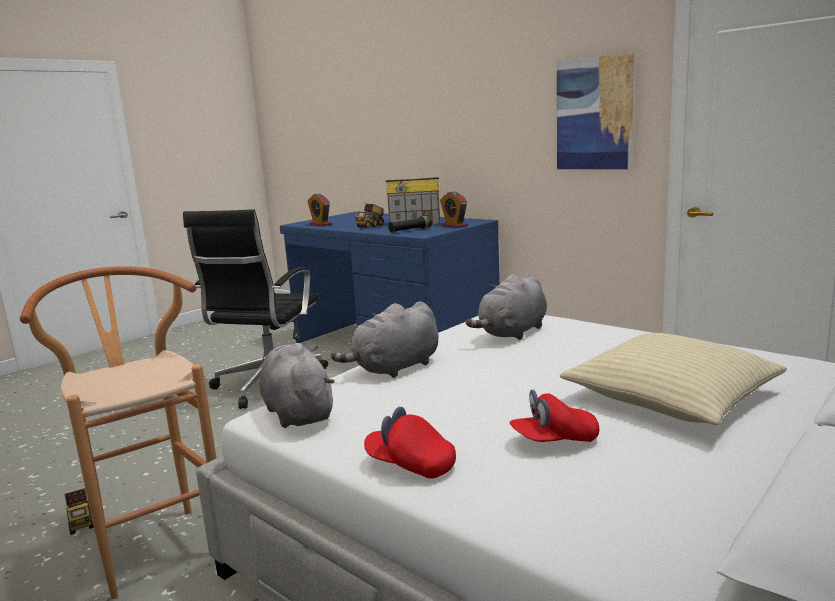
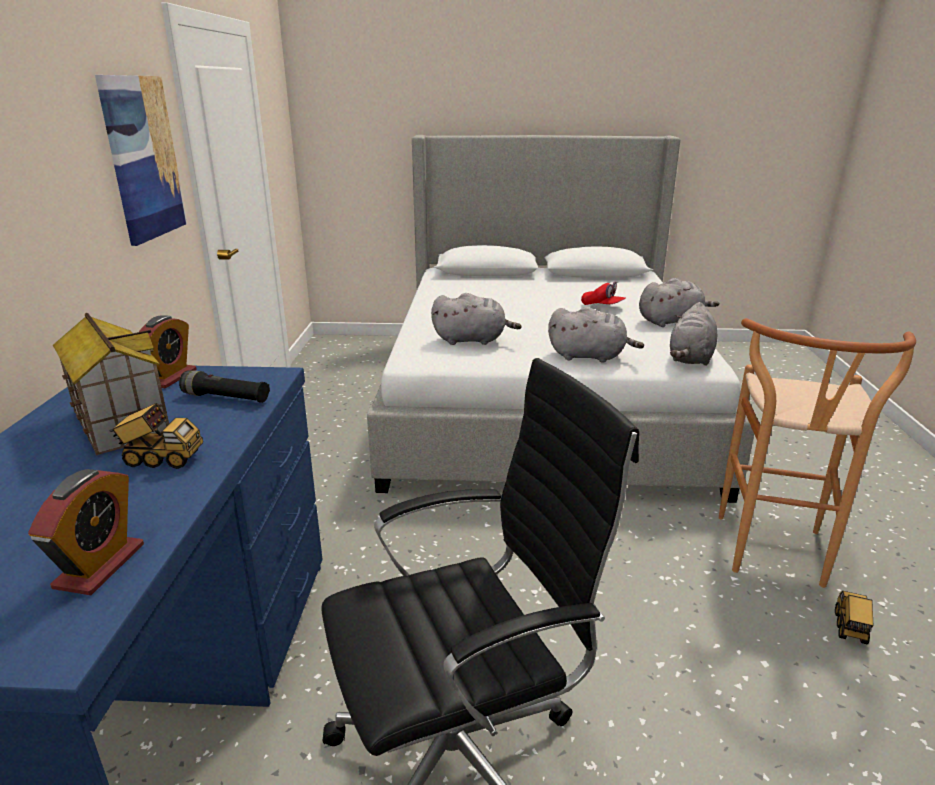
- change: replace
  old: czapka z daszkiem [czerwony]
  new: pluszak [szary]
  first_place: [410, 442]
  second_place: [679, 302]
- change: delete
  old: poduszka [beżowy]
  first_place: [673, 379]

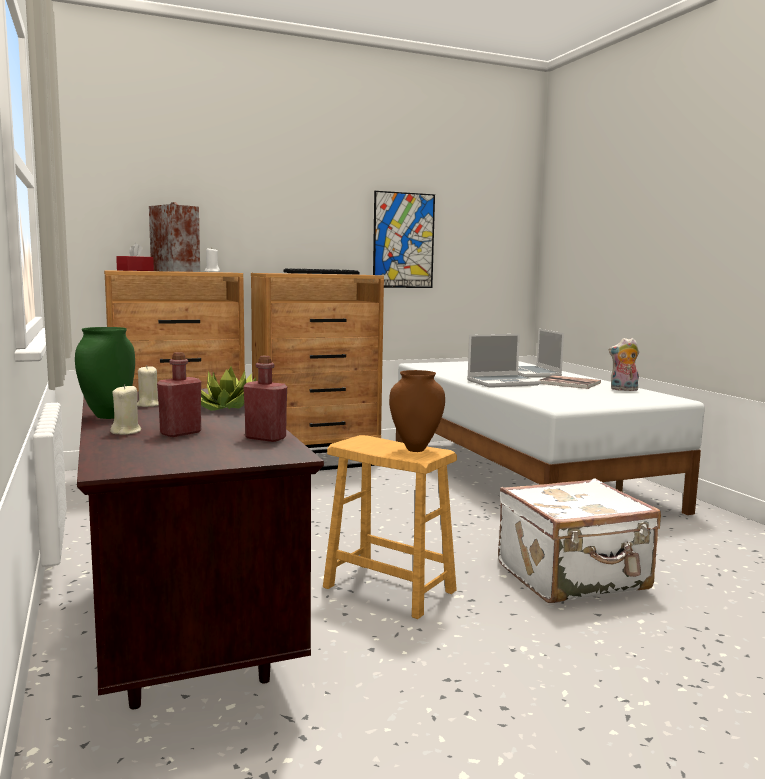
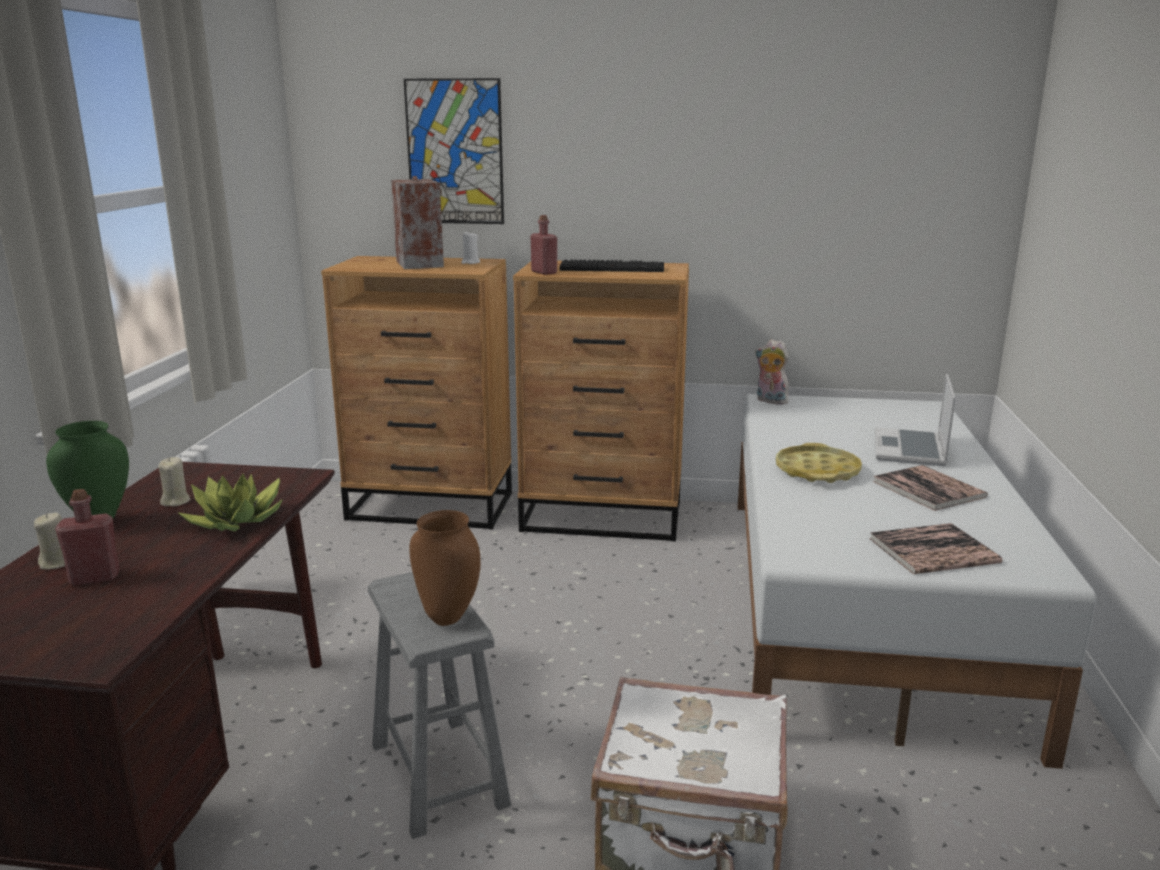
- change: recolor
  old: stołek [brązowy]
  new: stołek [szary]
  first_place: [390, 527]
  second_place: [439, 705]
- change: move
  old: obraz
  first_place: [404, 239]
  second_place: [454, 151]
- change: move
  old: butelka [czerwony]
  first_place: [265, 399]
  second_place: [544, 245]
- change: move
  old: pluszak
  first_place: [624, 364]
  second_place: [772, 372]
- change: replace
  old: laptop
  new: taca [żółty]
  first_place: [504, 361]
  second_place: [819, 463]
- change: insert
  new: książka
  second_place: [935, 548]
- change: delete
  old: pudełko chusteczek [czerwony]
  first_place: [135, 257]

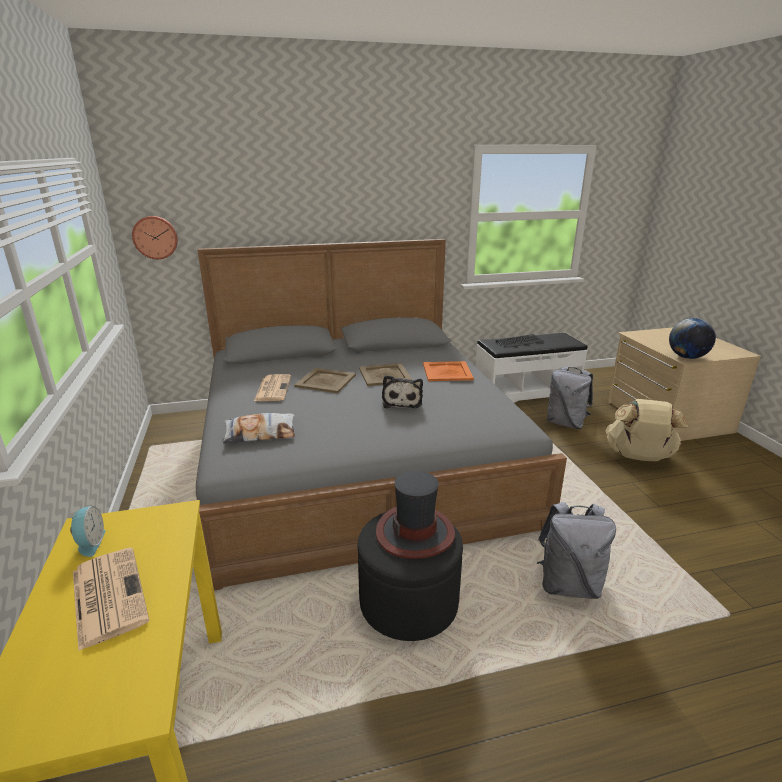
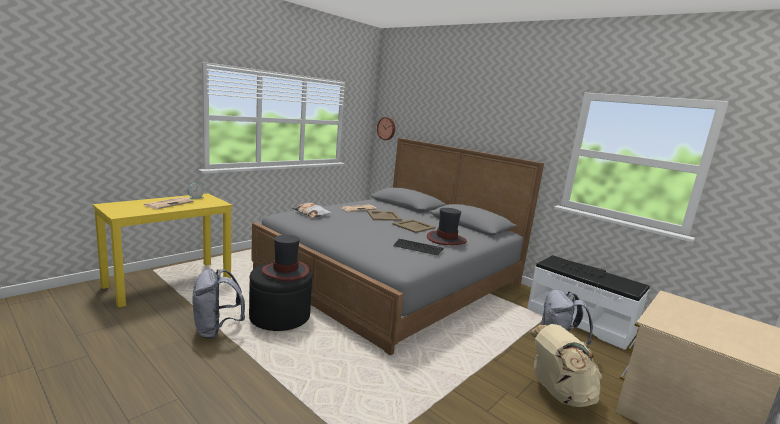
- change: move
  old: plecak [szary]
  first_place: [576, 550]
  second_place: [219, 304]
- change: insert
  new: klawiatura
  second_place: [418, 247]
- change: replace
  old: taca [pomarańczowy]
  new: kapelusz
  first_place: [448, 371]
  second_place: [447, 226]
- change: delete
  old: pluszak
  first_place: [402, 391]
- change: delete
  old: globus
  first_place: [692, 338]

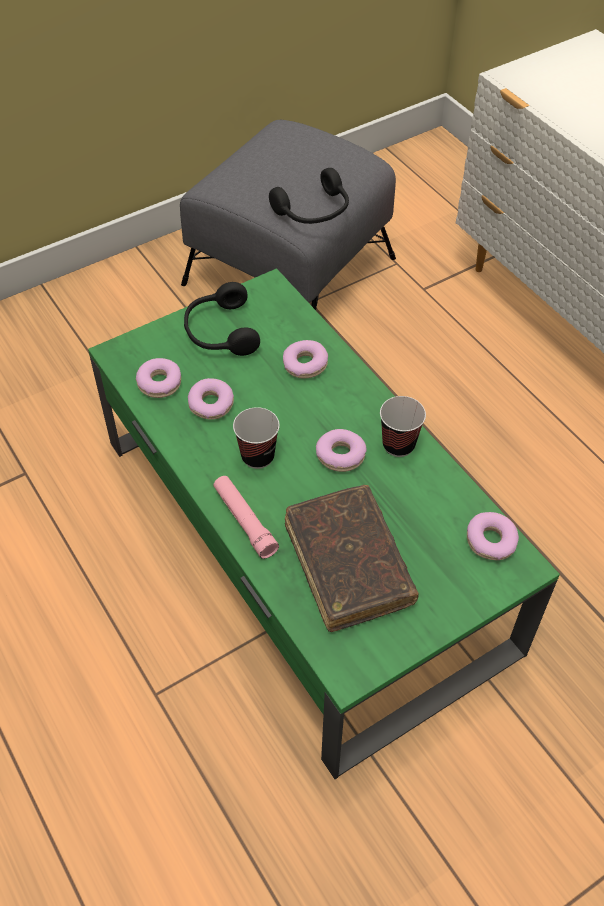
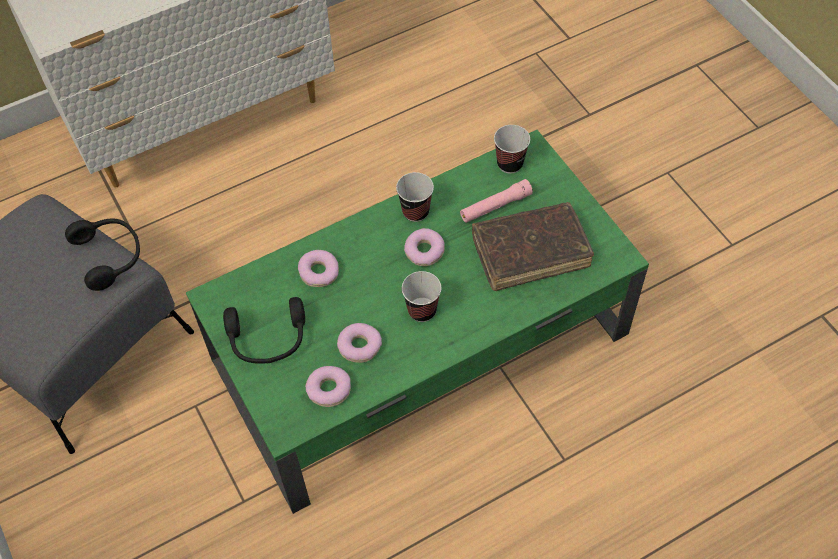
- change: move
  old: latarka [różowy]
  first_place: [246, 517]
  second_place: [496, 201]
- change: replace
  old: donut
  new: filiżanka
  first_place: [493, 536]
  second_place: [512, 149]

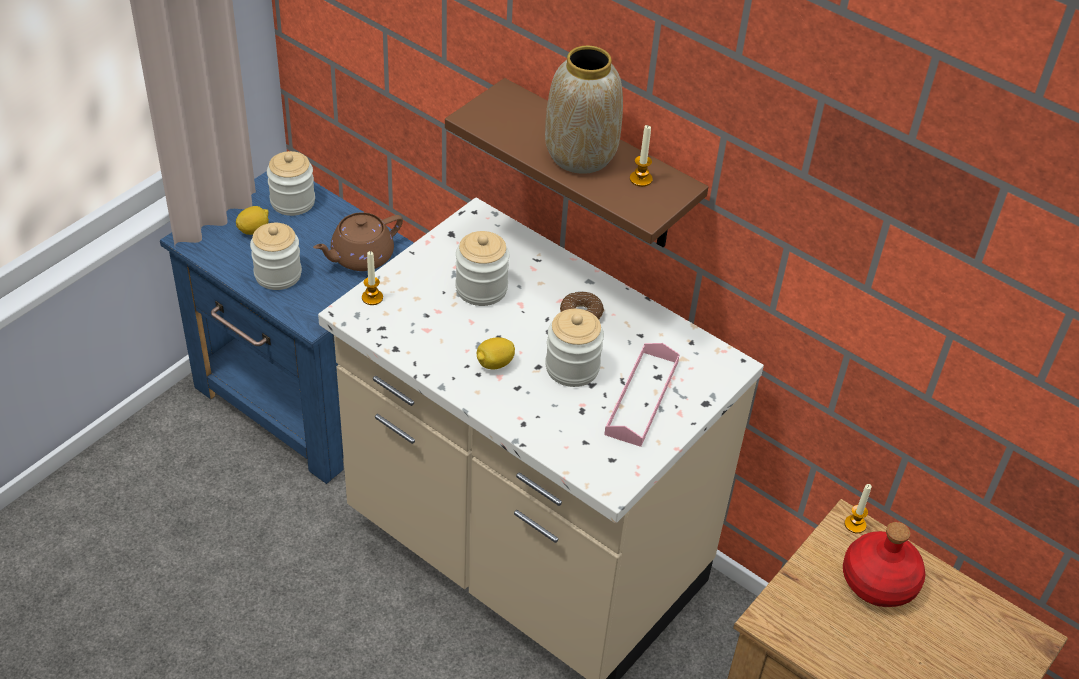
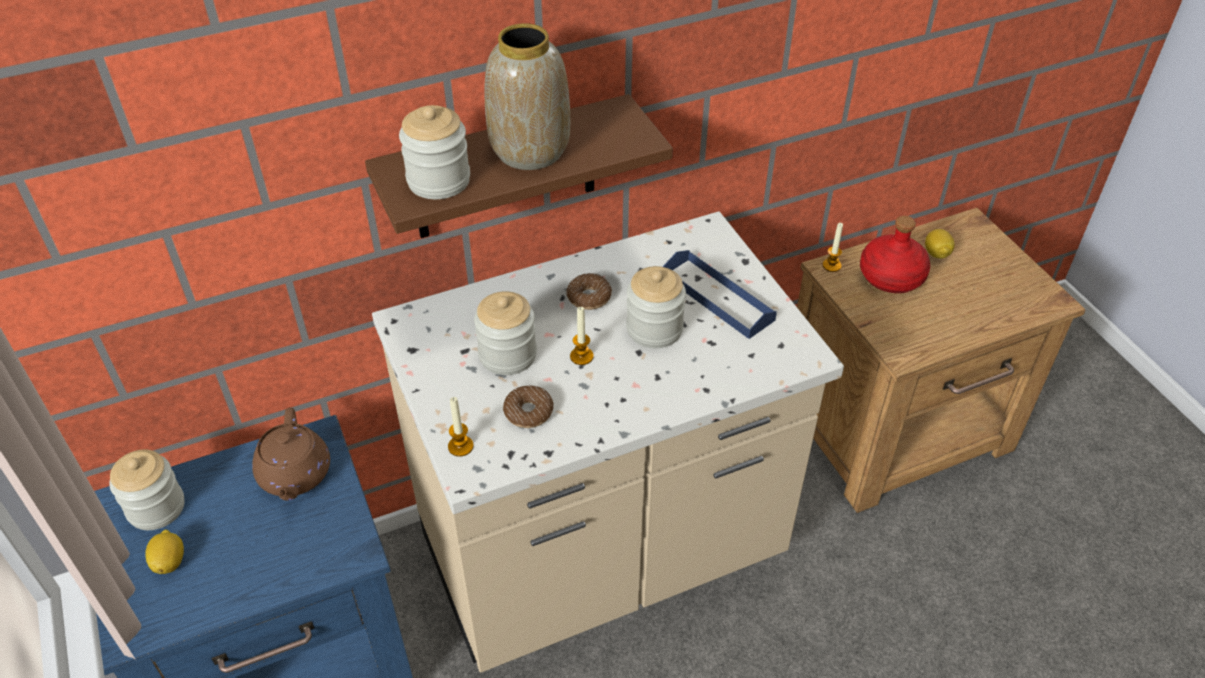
- change: move
  old: słoik
  first_place: [276, 256]
  second_place: [434, 152]
- change: insert
  new: donut
  second_place: [528, 407]
- change: move
  old: świeca
  first_place: [641, 156]
  second_place: [582, 336]
- change: recolor
  old: taca [różowy]
  new: taca [niebieski]
  first_place: [642, 395]
  second_place: [720, 294]
- change: move
  old: cytryna
  first_place: [496, 353]
  second_place: [940, 244]

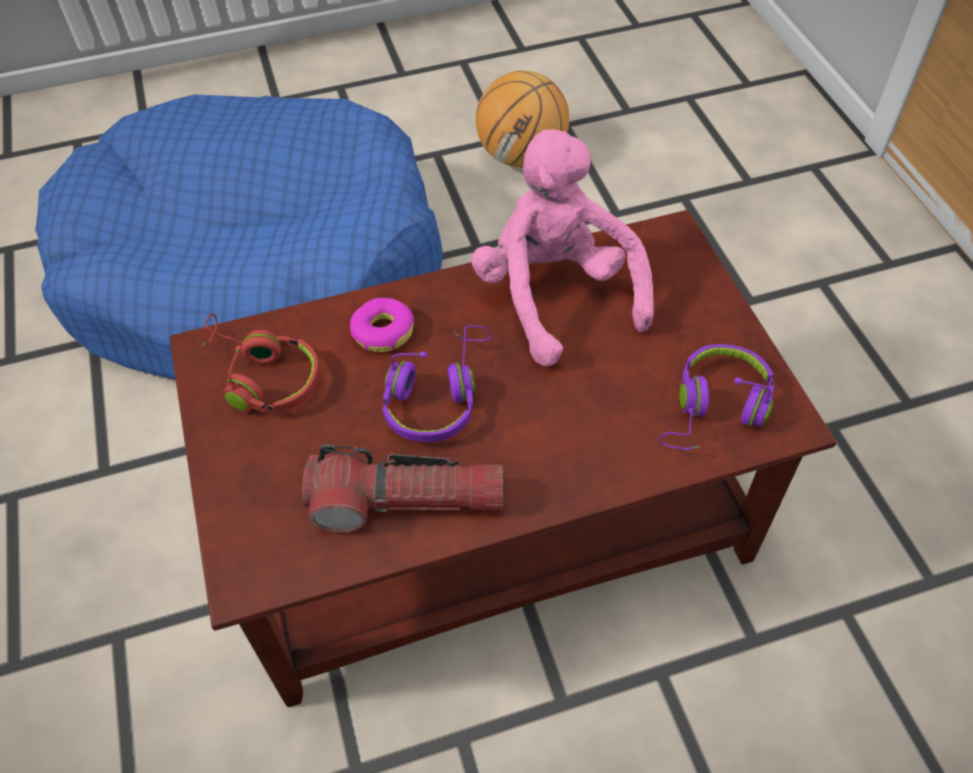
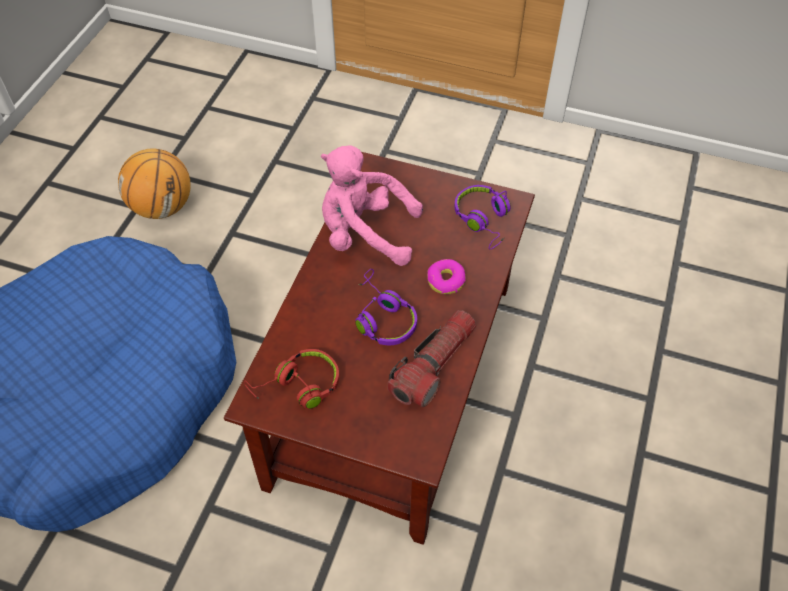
- change: move
  old: donut
  first_place: [382, 325]
  second_place: [446, 276]

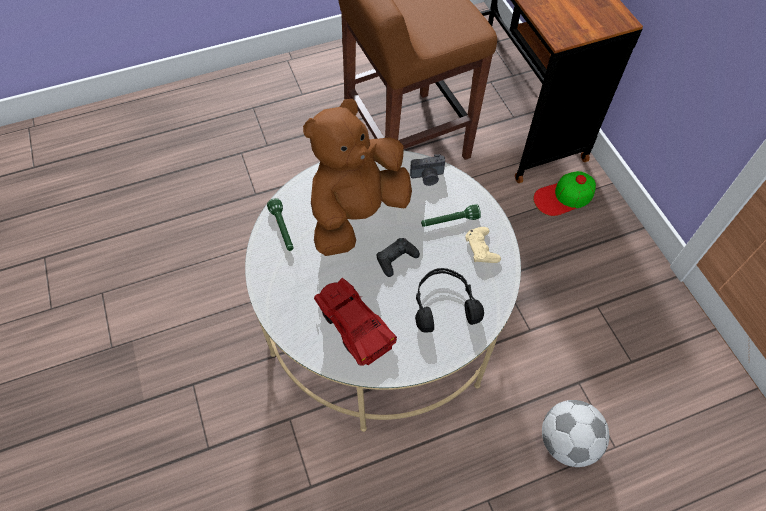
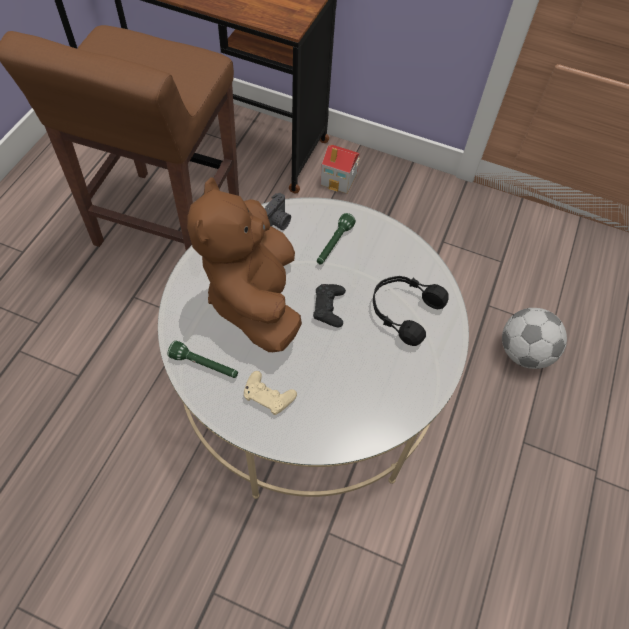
- change: move
  old: pad do gier [beżowy]
  first_place: [483, 245]
  second_place: [270, 393]
- change: replace
  old: czapka z daszkiem
  new: domek
  first_place: [564, 193]
  second_place: [340, 169]
- change: delete
  old: samochodzik [czerwony]
  first_place: [355, 322]

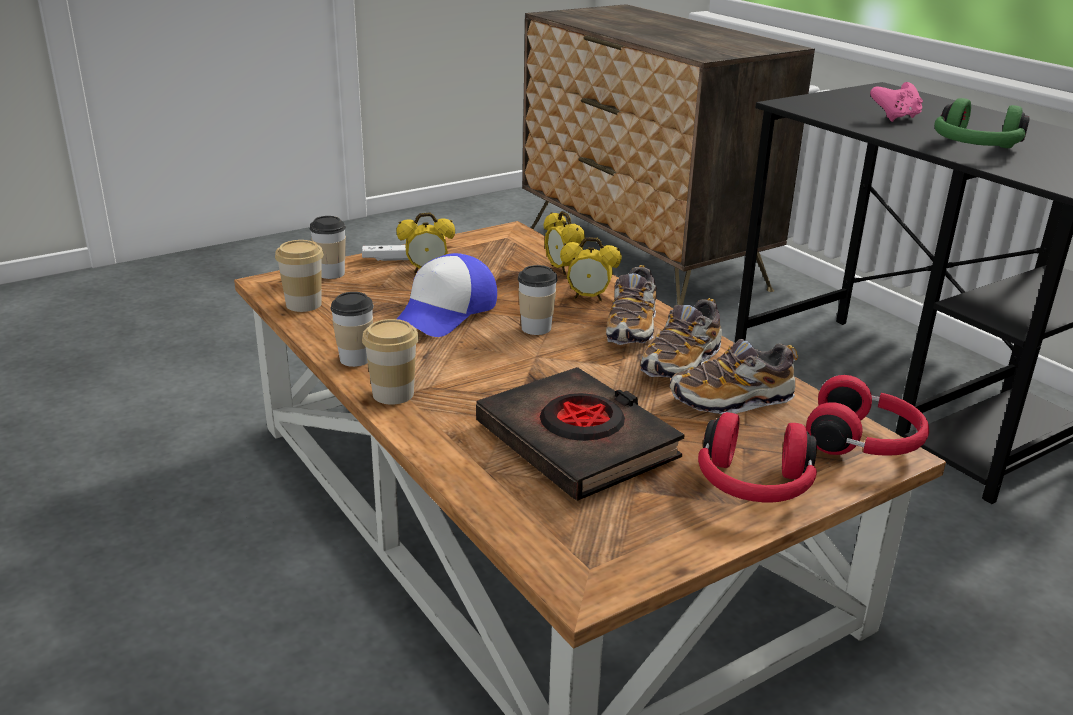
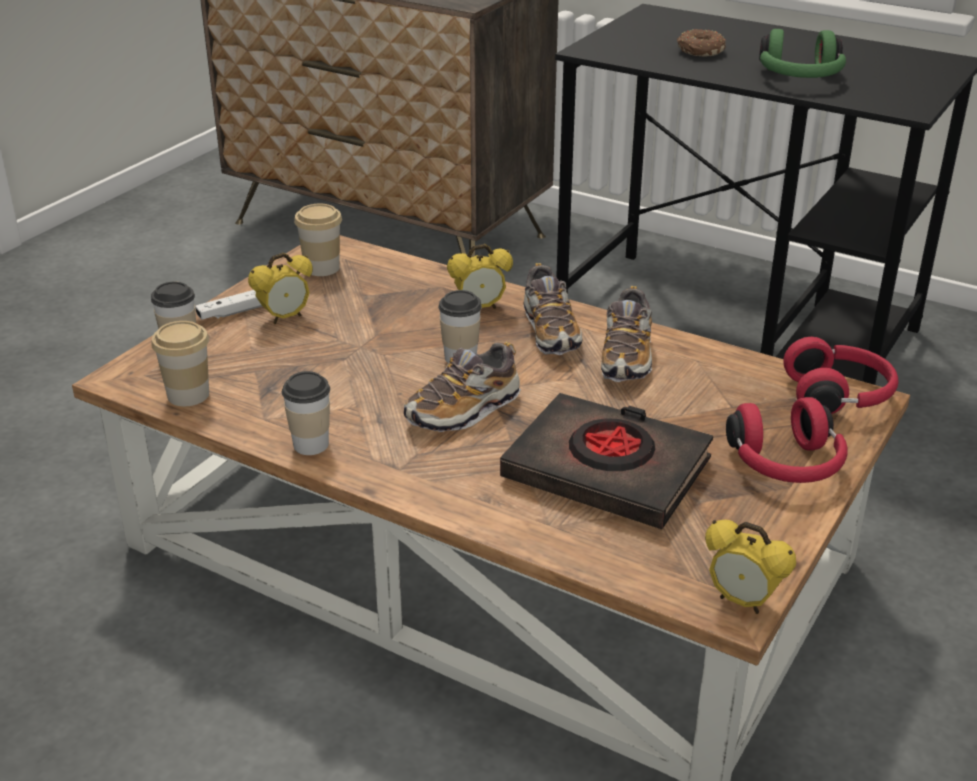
- change: move
  old: filiżanka
  first_place: [390, 362]
  second_place: [318, 240]
- change: move
  old: but
  first_place: [734, 376]
  second_place: [462, 387]
- change: replace
  old: pad do gier [różowy]
  new: donut
  first_place: [896, 102]
  second_place: [701, 42]
- change: move
  old: budzik
  first_place: [564, 243]
  second_place: [750, 567]
- change: delete
  old: czapka z daszkiem
  first_place: [447, 295]

